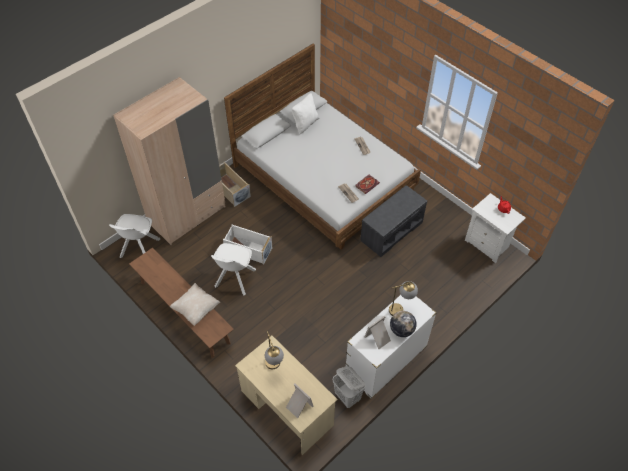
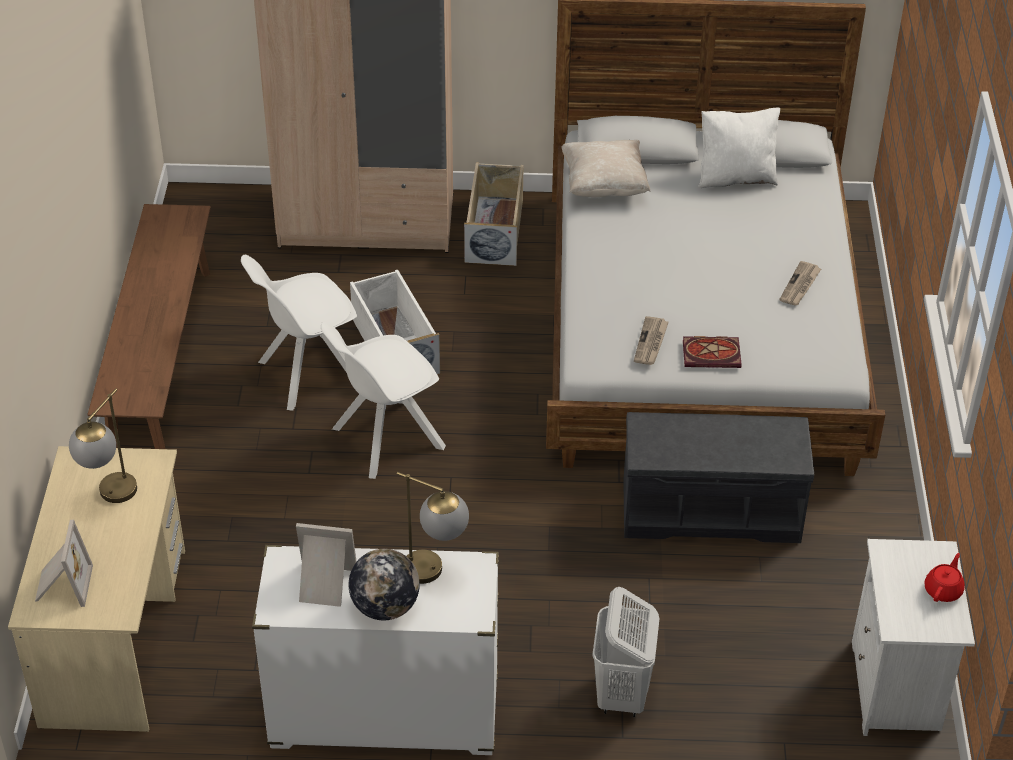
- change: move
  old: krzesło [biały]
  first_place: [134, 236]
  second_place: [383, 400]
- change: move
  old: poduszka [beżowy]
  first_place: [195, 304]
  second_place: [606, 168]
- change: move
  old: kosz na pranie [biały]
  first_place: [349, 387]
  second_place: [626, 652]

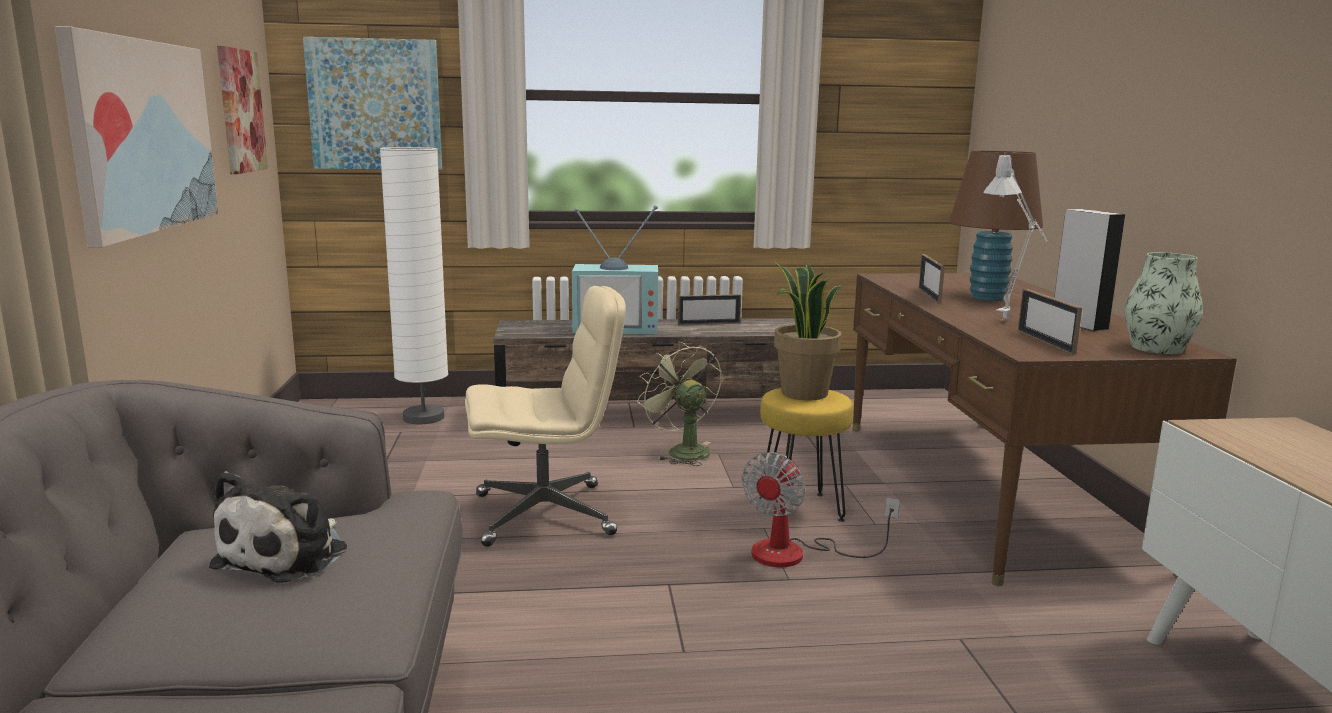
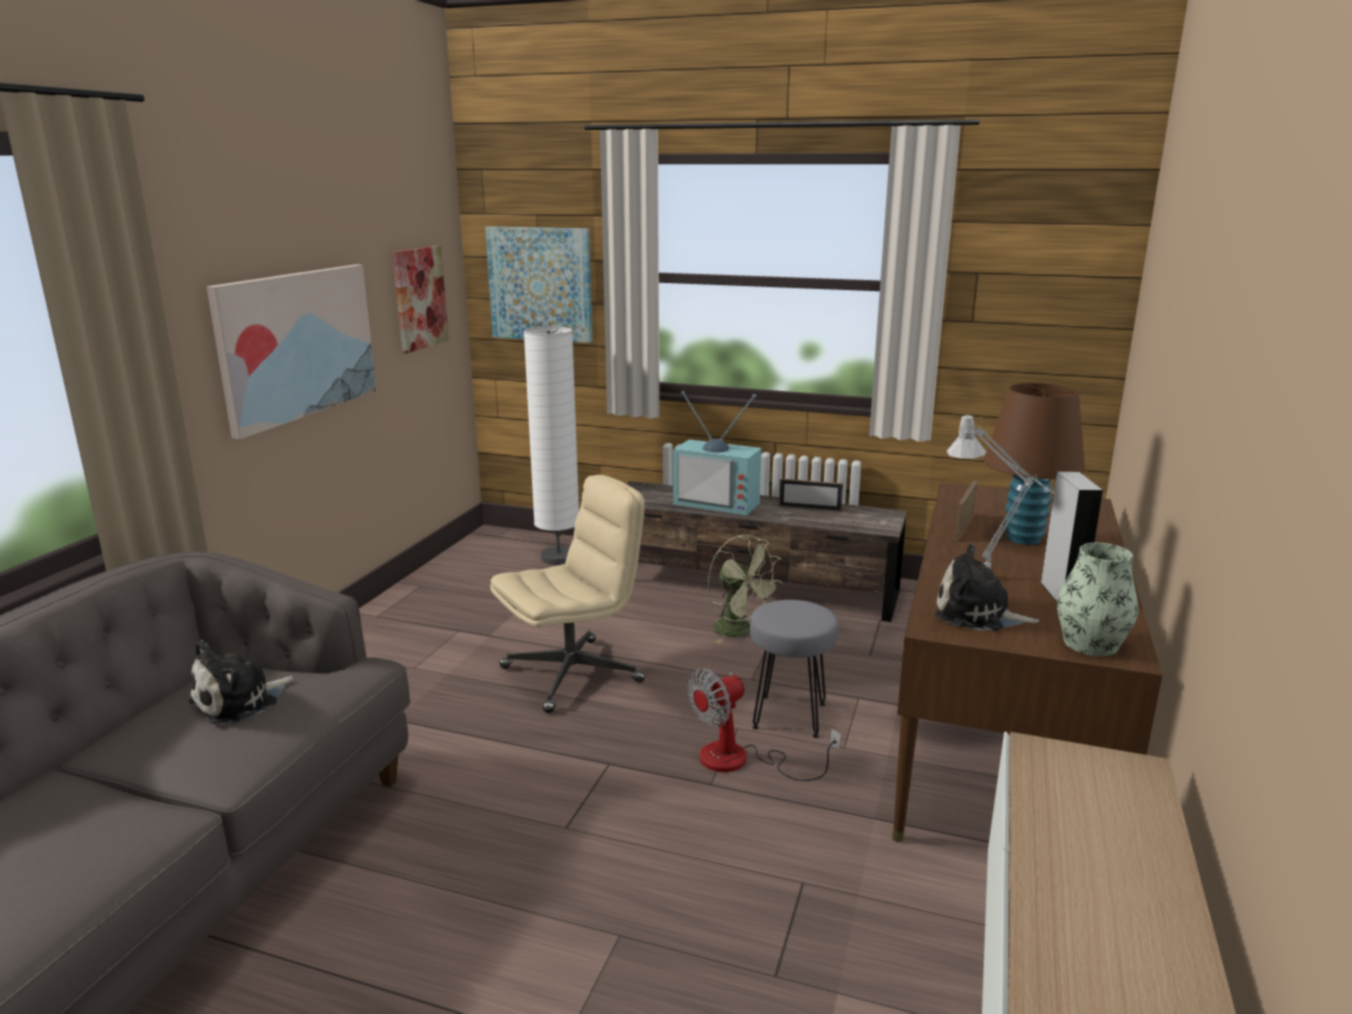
- change: rotate
  old: krzesło biurowe [beżowy]
  first_place: [545, 416]
  second_place: [567, 594]
  degrees: -45
- change: rotate
  old: wentylator [zielony]
  first_place: [679, 404]
  second_place: [745, 589]
  degrees: 150
- change: recolor
  old: stołek [żółty]
  new: stołek [szary]
  first_place: [806, 455]
  second_place: [794, 669]
- change: replace
  old: ramka na zdjęcie
  new: pluszak
  first_place: [1050, 321]
  second_place: [987, 588]
- change: delete
  old: roślina doniczkowa
  first_place: [808, 331]

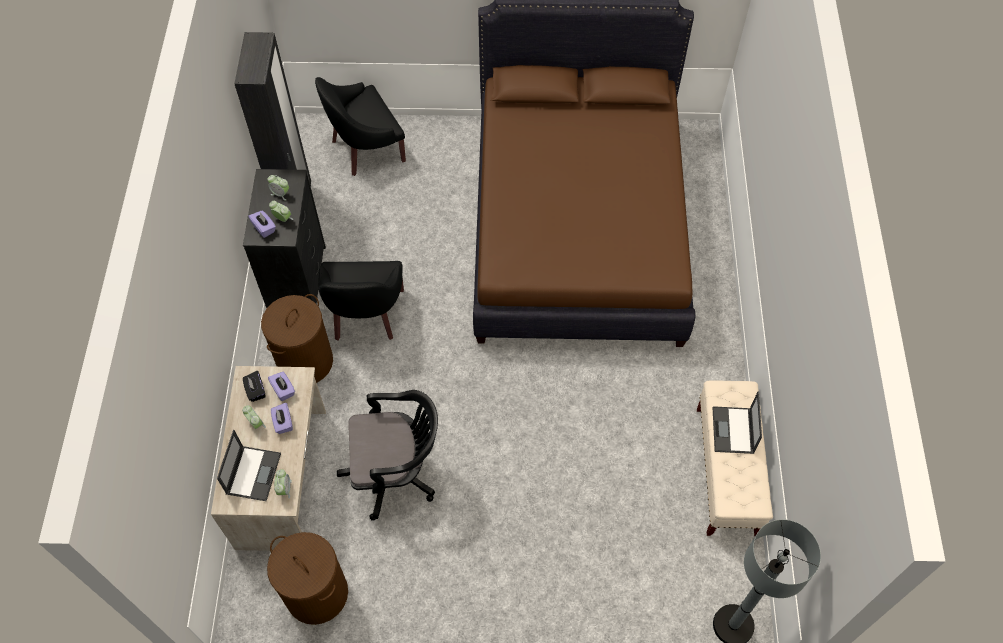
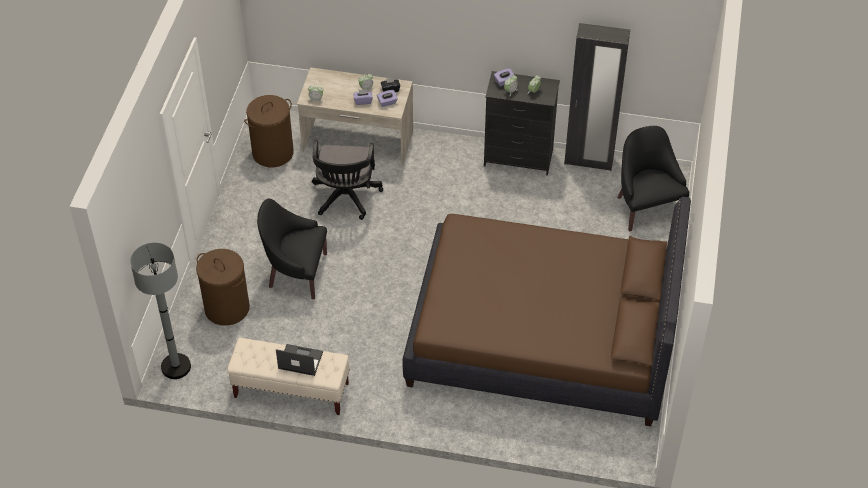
- change: move
  old: kosz na pranie [brązowy]
  first_place: [297, 338]
  second_place: [223, 287]
- change: move
  old: fotel [czarny]
  first_place: [361, 301]
  second_place: [292, 249]
- change: delete
  old: laptop
  first_place: [249, 465]

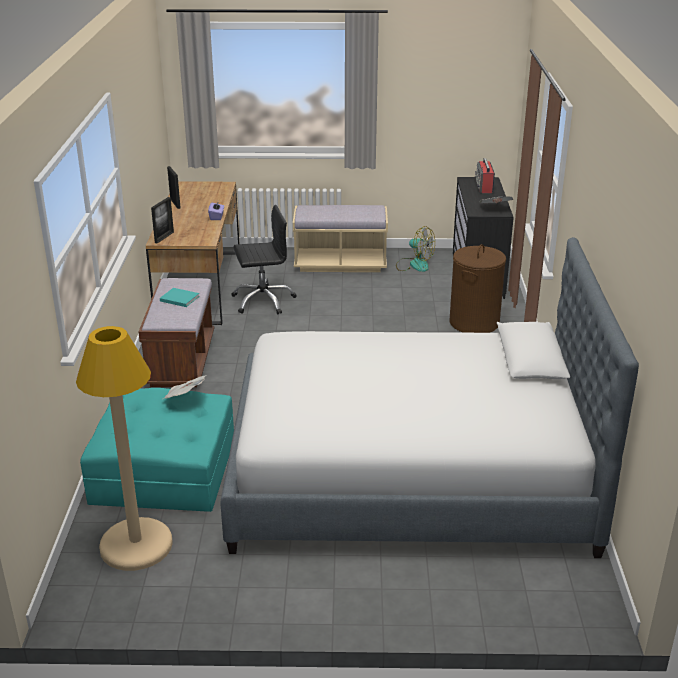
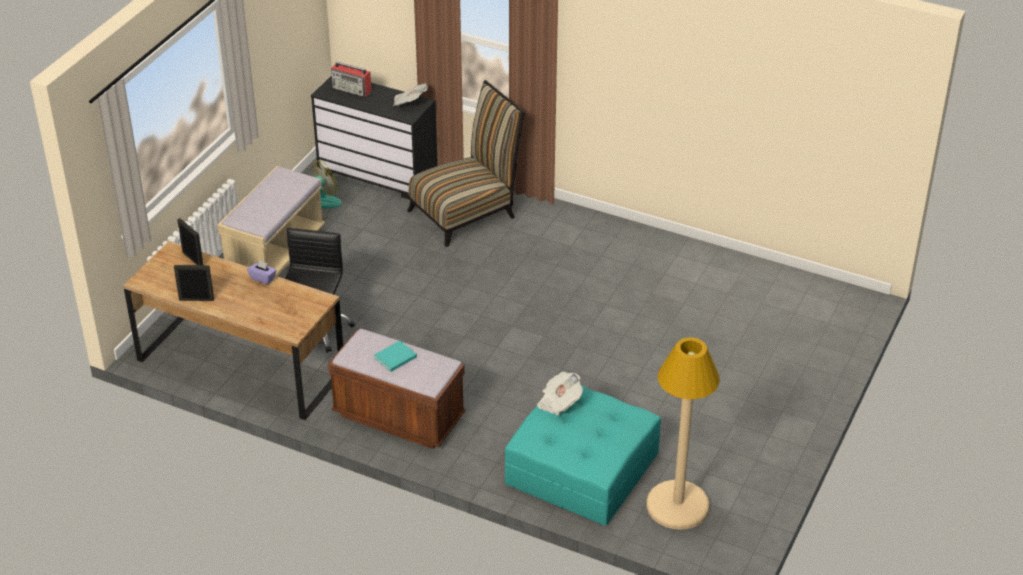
- change: move
  old: ramka na zdjęcie
  first_place: [162, 220]
  second_place: [190, 241]
- change: replace
  old: kosz na pranie [brązowy]
  new: krzesło
  first_place: [477, 288]
  second_place: [466, 163]
- change: delete
  old: łóżko
  first_place: [430, 397]

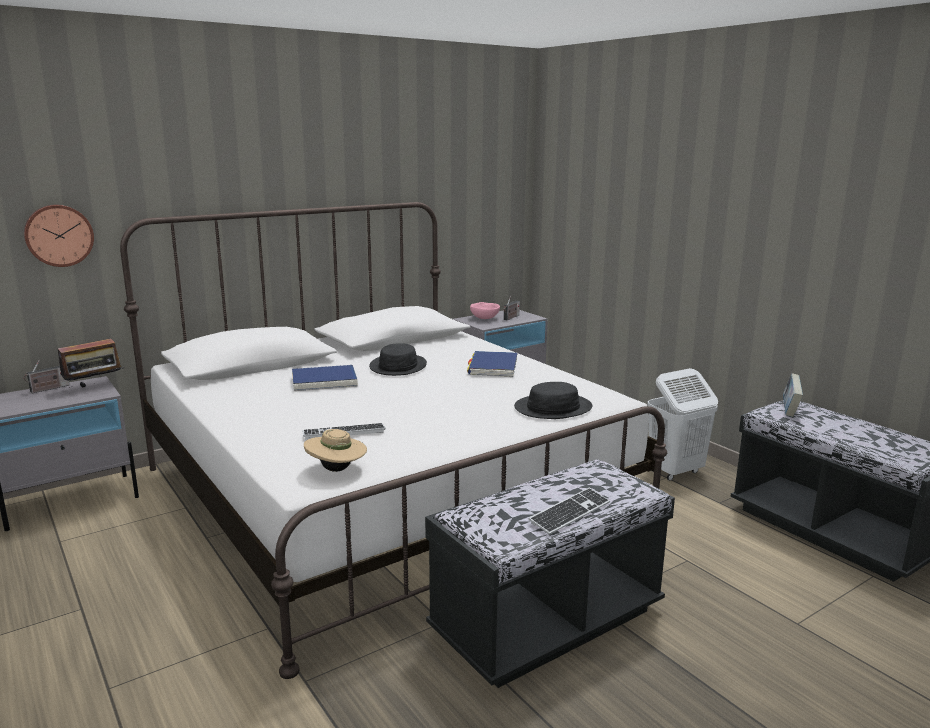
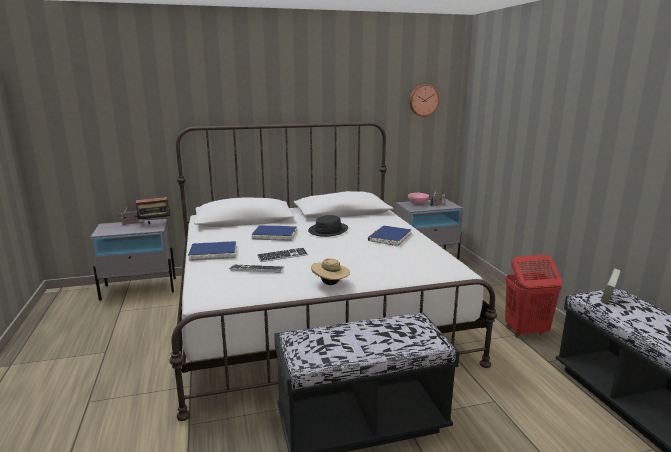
- change: insert
  new: książka [niebieski]
  second_place: [212, 251]
- change: move
  old: klawiatura
  first_place: [569, 511]
  second_place: [282, 254]
- change: move
  old: kapelusz [beżowy]
  first_place: [335, 450]
  second_place: [330, 271]
- change: move
  old: zegar ścienny
  first_place: [59, 236]
  second_place: [424, 100]
- change: recolor
  old: kosz na pranie [biały]
  new: kosz na pranie [czerwony]
  first_place: [682, 424]
  second_place: [533, 296]
- change: delete
  old: kapelusz [czarny]
  first_place: [553, 400]

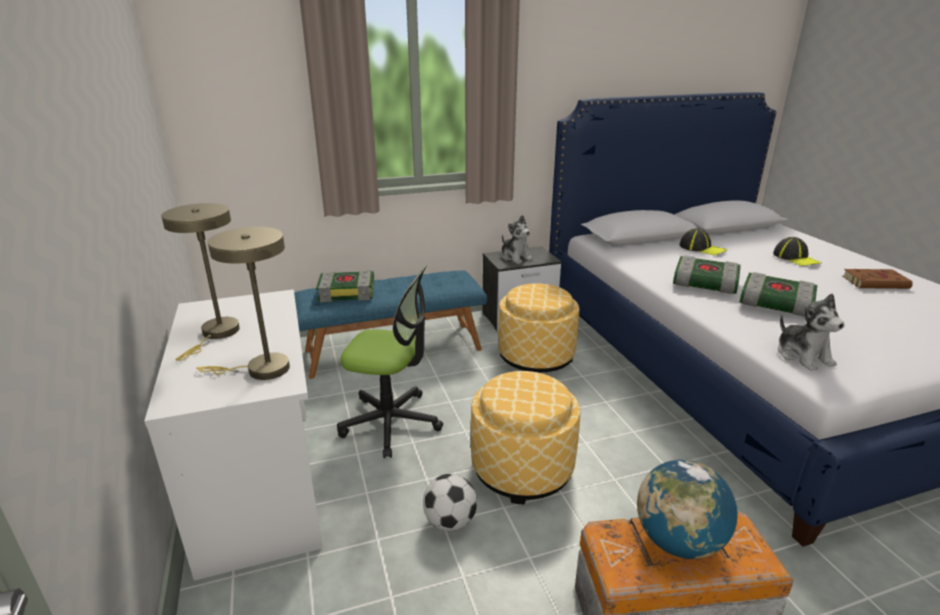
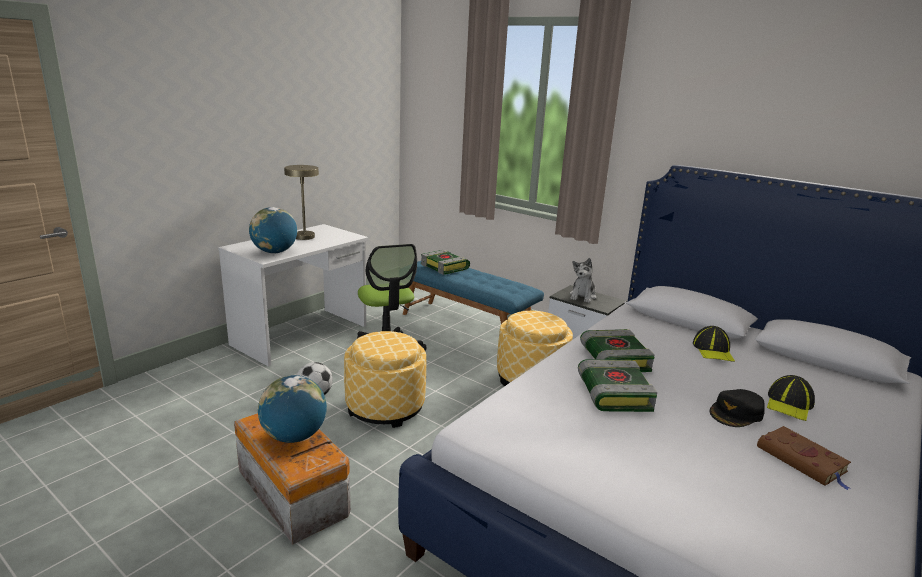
- change: replace
  old: lampa stołowa [beżowy]
  new: globus
  first_place: [243, 303]
  second_place: [273, 230]
- change: insert
  new: czapka z daszkiem [czarny]
  second_place: [737, 408]
- change: delete
  old: pluszak
  first_place: [811, 332]

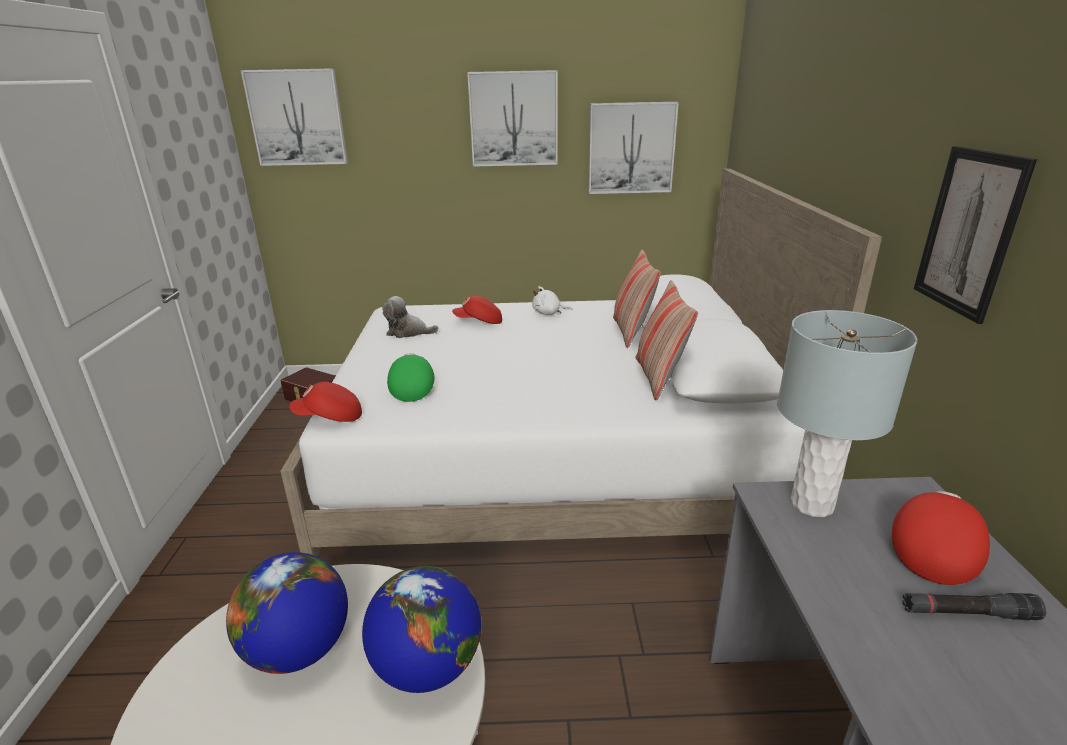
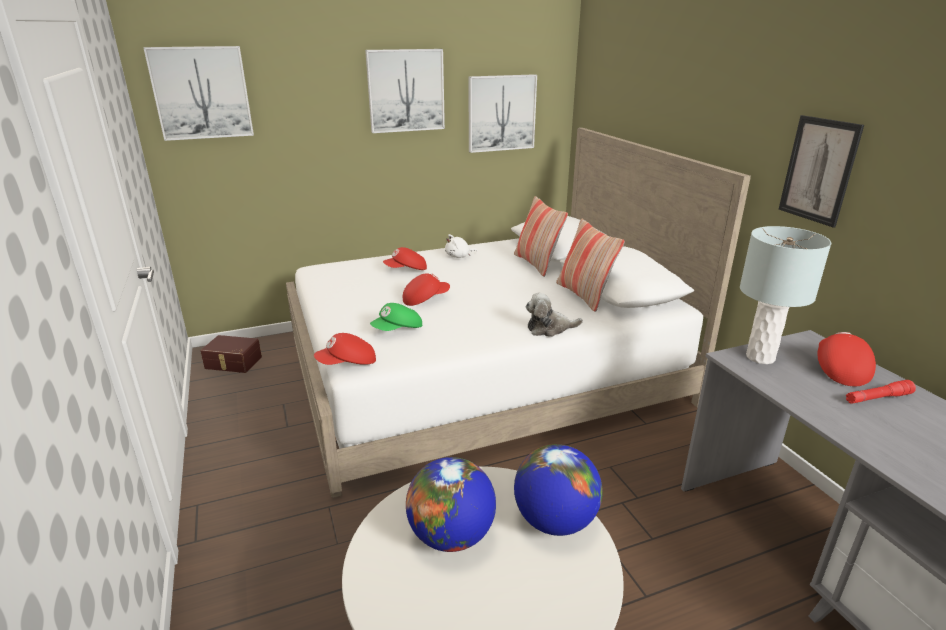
- change: rotate
  old: czapka z daszkiem [zielony]
  first_place: [410, 377]
  second_place: [396, 317]
  degrees: -105
- change: insert
  new: czapka z daszkiem [czerwony]
  second_place: [426, 290]
- change: move
  old: pluszak
  first_place: [410, 317]
  second_place: [554, 315]
- change: recolor
  old: latarka [czarny]
  new: latarka [czerwony]
  first_place: [974, 606]
  second_place: [881, 392]

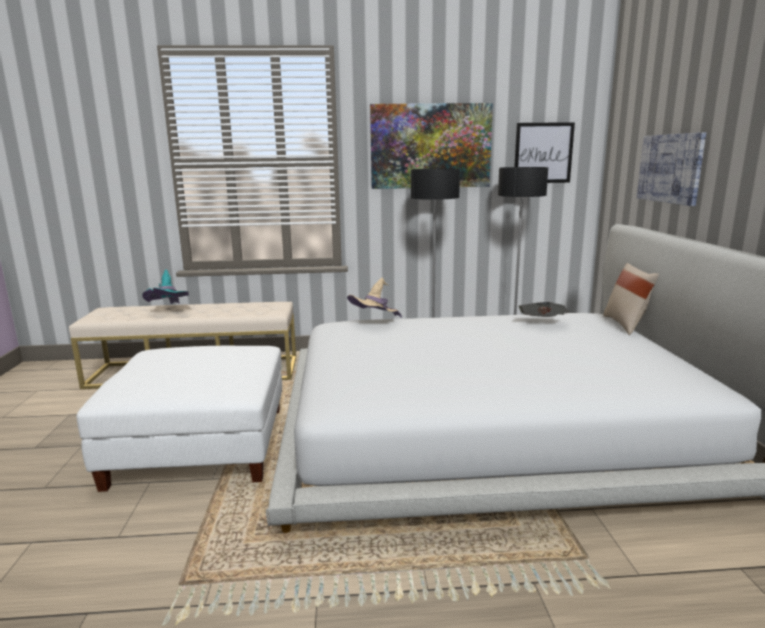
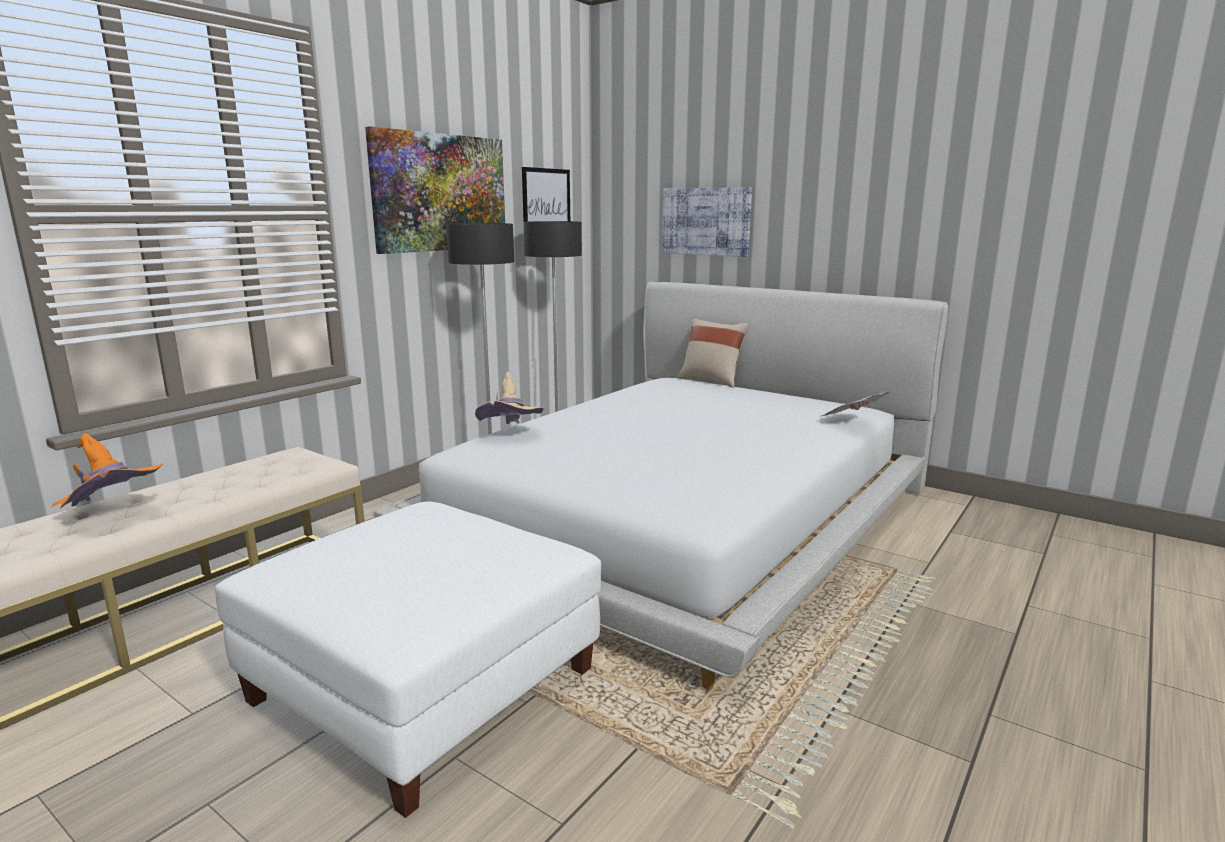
- change: recolor
  old: kapelusz [turkusowy]
  new: kapelusz [pomarańczowy]
  first_place: [165, 287]
  second_place: [107, 471]
- change: move
  old: gazeta
  first_place: [543, 309]
  second_place: [856, 403]

